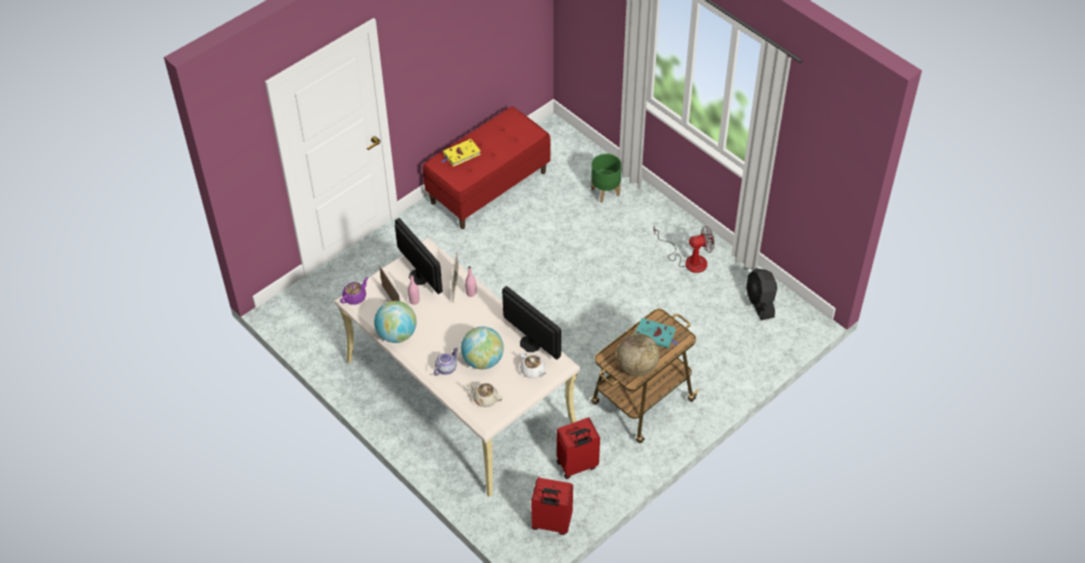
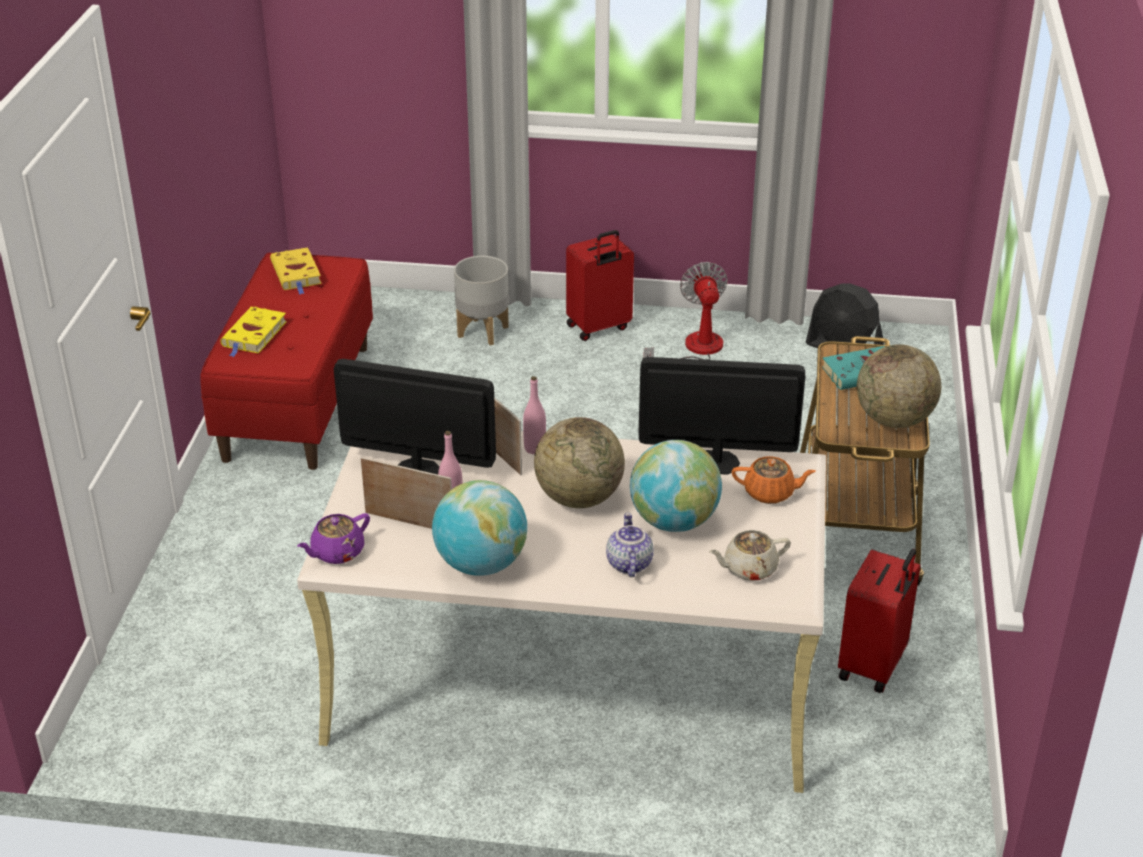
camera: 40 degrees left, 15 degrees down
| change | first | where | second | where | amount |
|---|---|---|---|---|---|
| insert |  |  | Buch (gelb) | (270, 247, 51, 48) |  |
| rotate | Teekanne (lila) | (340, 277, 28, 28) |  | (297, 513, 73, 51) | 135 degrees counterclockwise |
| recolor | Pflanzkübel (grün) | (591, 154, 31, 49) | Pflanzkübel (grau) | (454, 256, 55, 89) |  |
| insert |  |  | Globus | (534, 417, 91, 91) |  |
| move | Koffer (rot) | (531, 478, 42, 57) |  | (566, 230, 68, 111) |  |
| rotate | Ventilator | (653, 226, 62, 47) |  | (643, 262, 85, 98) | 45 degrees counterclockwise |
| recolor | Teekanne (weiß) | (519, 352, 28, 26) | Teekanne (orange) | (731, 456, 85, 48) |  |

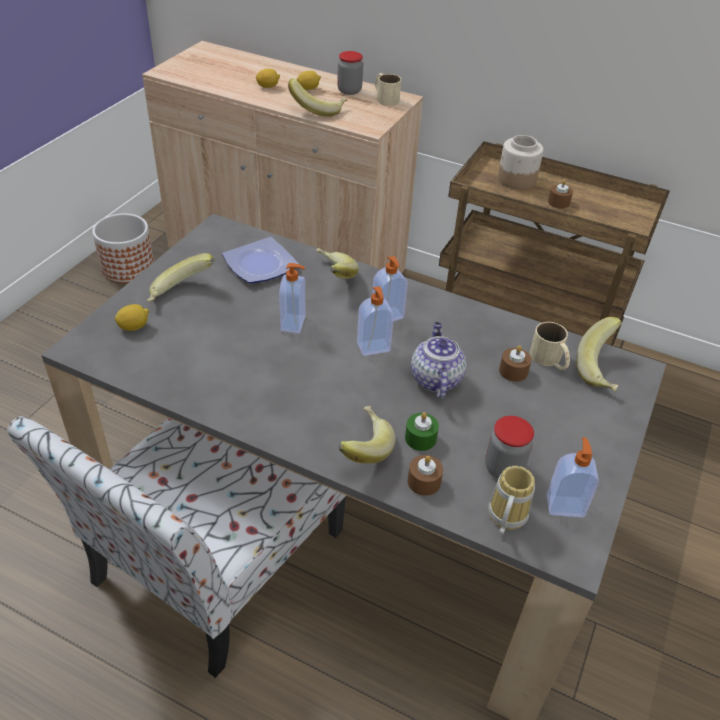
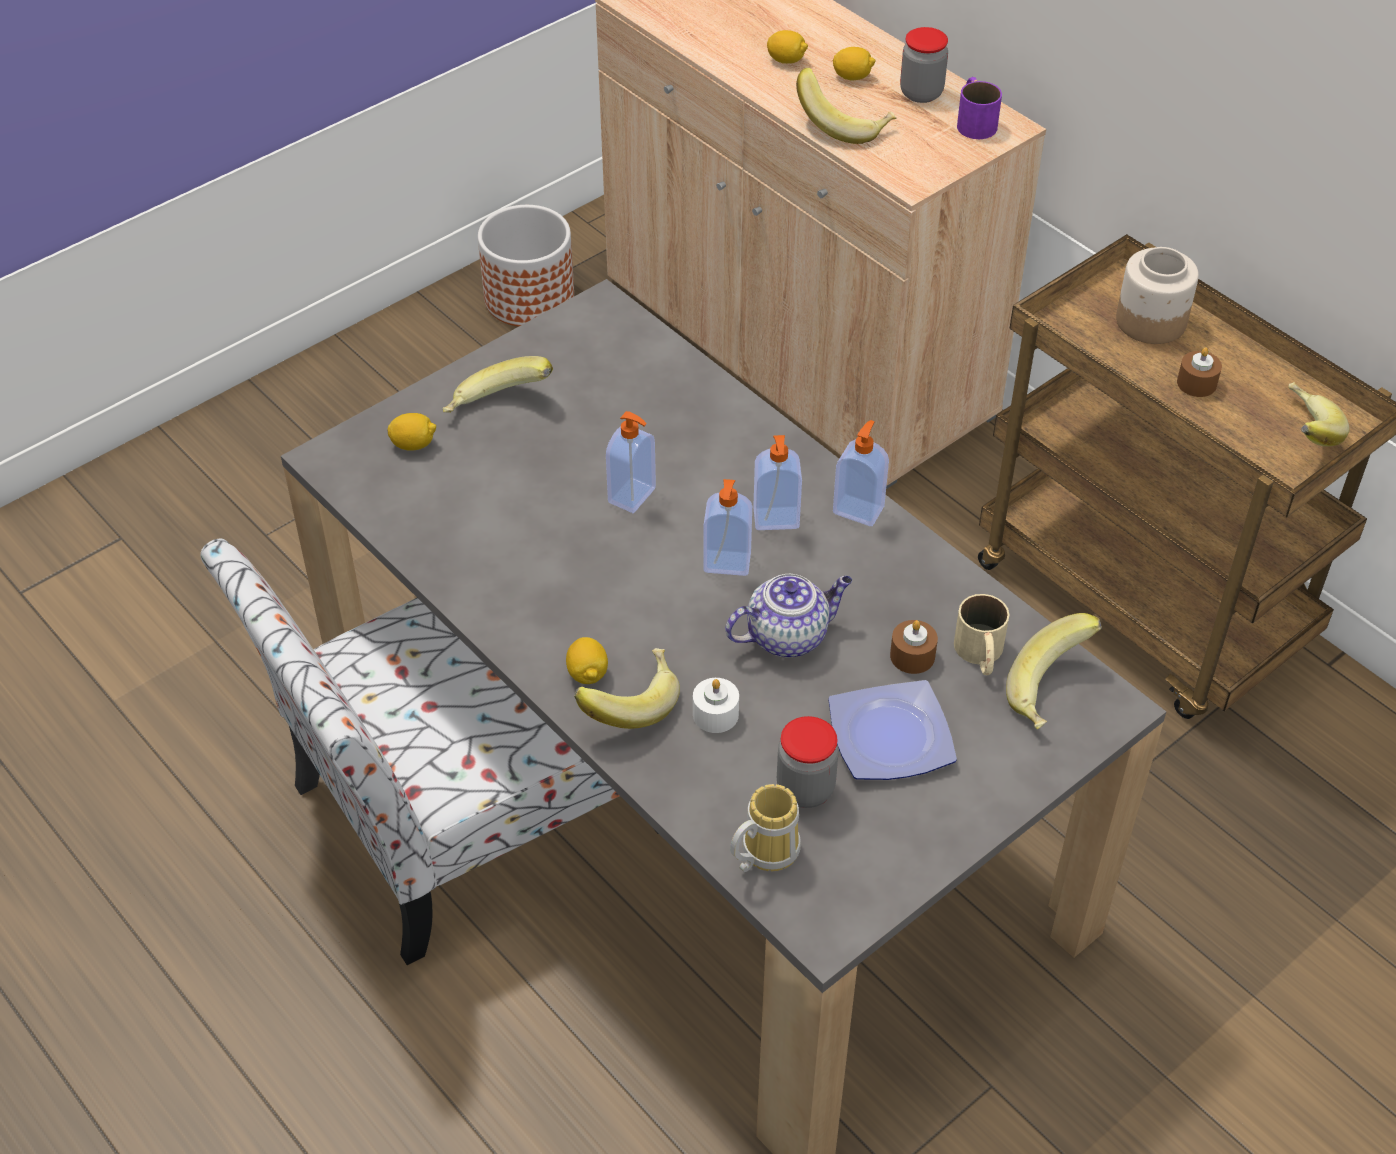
camera: 25 degrees right, 5 degrees up
| change | first | where | second | where | amount |
|---|---|---|---|---|---|
| insert |  |  | Zitrone | (566, 637, 42, 47) |  |
| recolor | Kerze (grün) | (405, 412, 34, 39) | Kerze (weiß) | (693, 678, 46, 55) |  |
| rotate | Teekanne | (411, 322, 56, 76) |  | (725, 574, 127, 83) | 45 degrees clockwise |
| move | Teller | (222, 237, 77, 47) |  | (828, 680, 129, 100) |  |
| move | Seifenspender | (547, 437, 52, 80) |  | (833, 420, 56, 106) |  |
| recolor | Henkelbecher (beige) | (375, 73, 26, 33) | Henkelbecher (lila) | (957, 77, 45, 62) |  |
| move | Banane | (316, 248, 43, 31) |  | (1288, 382, 62, 65) |  |
| delete | Kerze (braun) | (408, 455, 35, 41) |  |  |  |

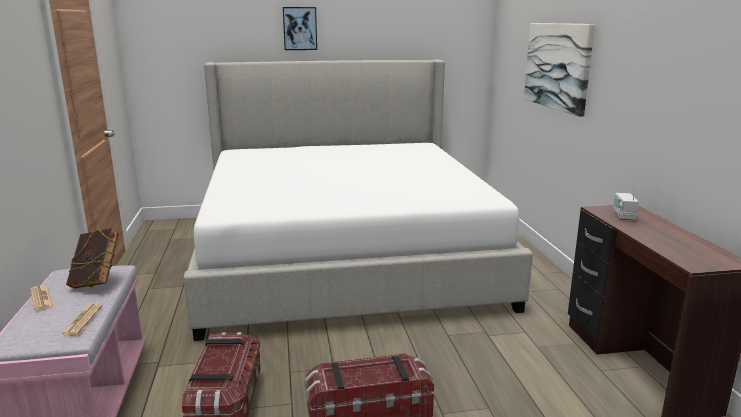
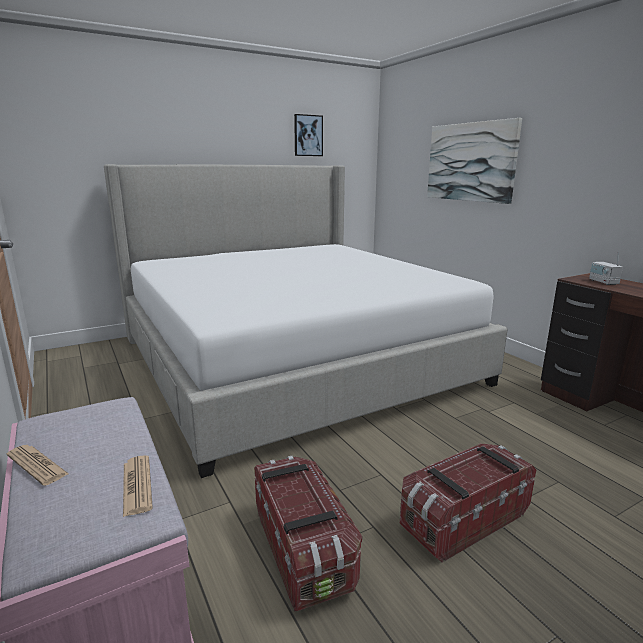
camera: 20 degrees left, 0 degrees up
| change | first | where | second | where | amount |
|---|---|---|---|---|---|
| move | Bild | (283, 7, 34, 43) |  | (294, 114, 29, 42) |  |
| delete | Buch | (66, 228, 53, 60) |  |  |  |

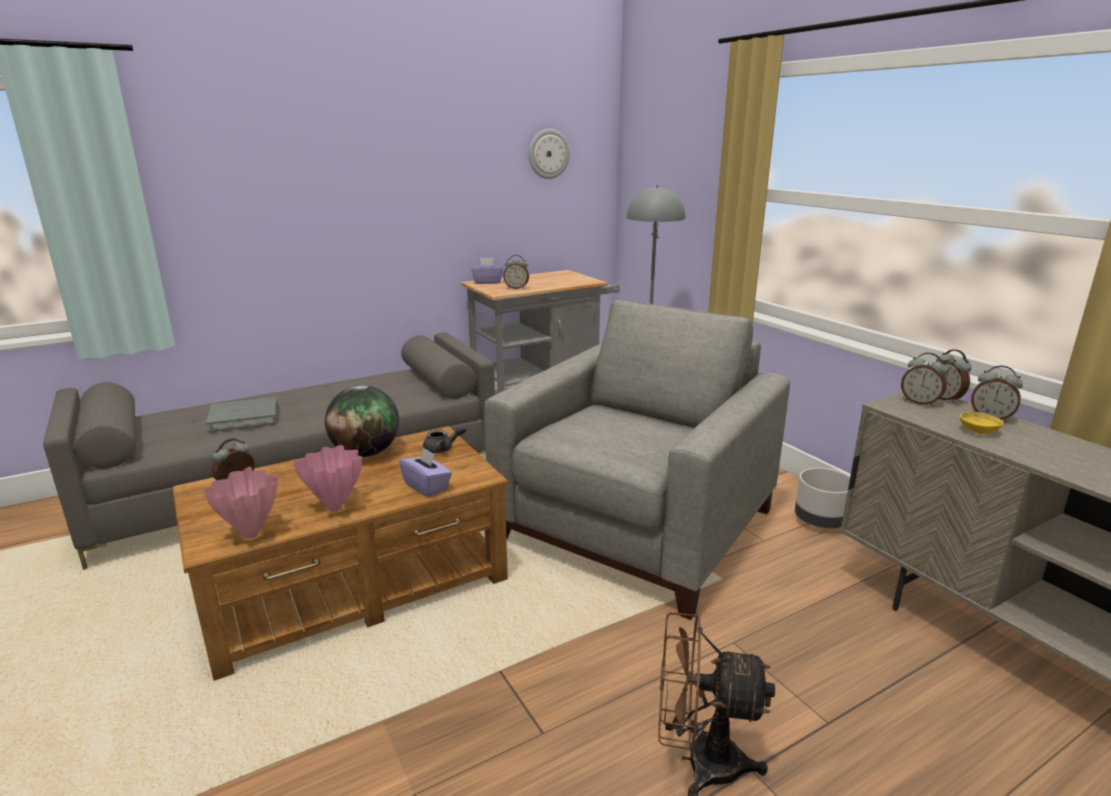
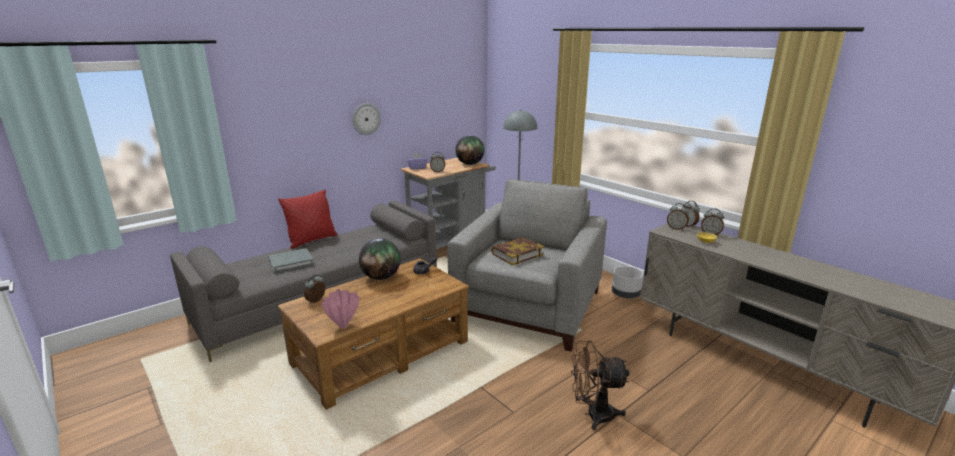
camera: 10 degrees left, 0 degrees up
| change | first | where | second | where | amount |
|---|---|---|---|---|---|
| insert |  |  | Kissen (rot) | (278, 189, 60, 60) |  |
| move | Wanduhr | (529, 129, 41, 50) |  | (352, 103, 29, 32) |  |
| insert |  |  | Globus | (455, 135, 29, 30) |  |
| insert |  |  | Buch | (491, 237, 53, 28) |  |
| delete | Vase (rosa) | (293, 445, 69, 67) |  |  |  |
| delete | Taschentuchbox (lila) | (399, 447, 53, 50) |  |  |  |

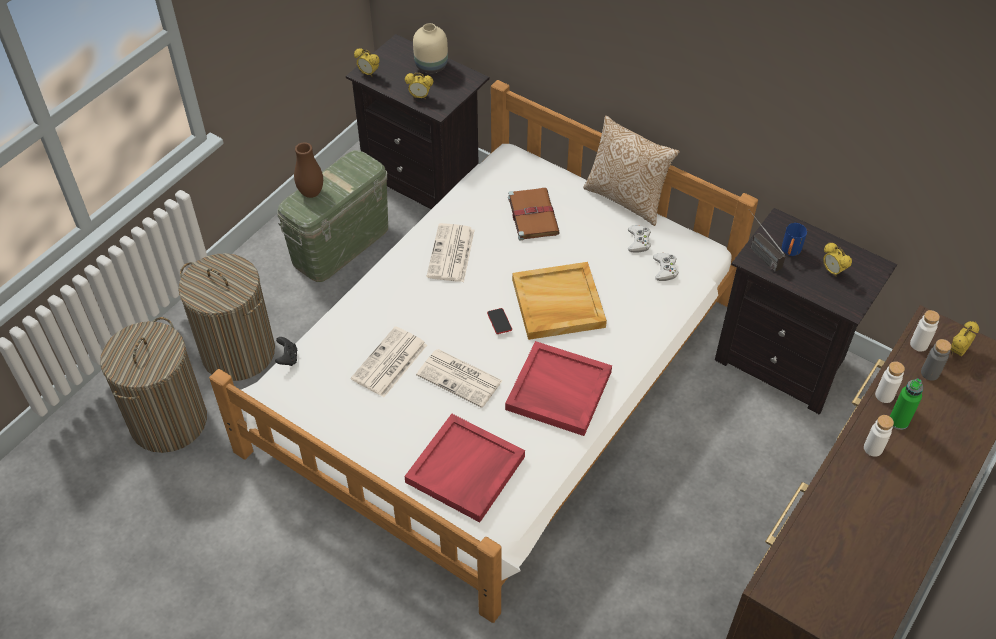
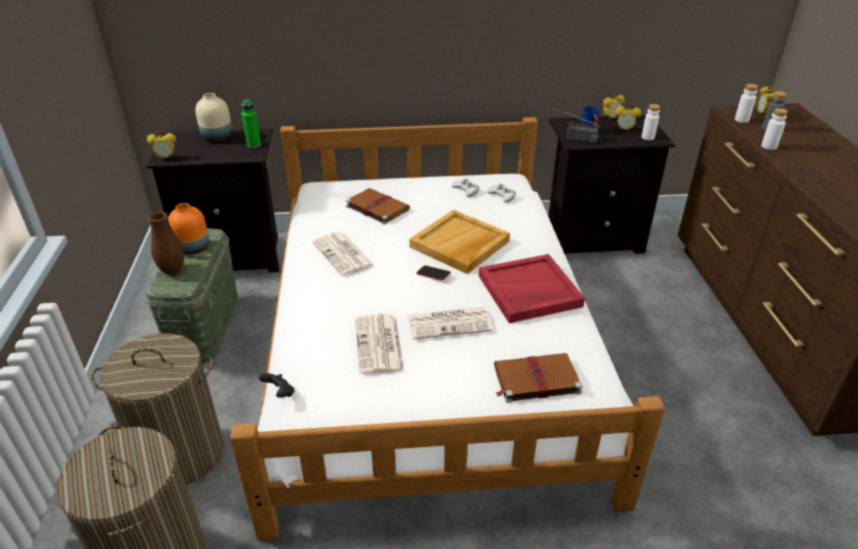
camera: 40 degrees left, 15 degrees down
| change | first | where | second | where | amount |
|---|---|---|---|---|---|
| insert |  |  | Vase (orange) | (168, 203, 41, 52) |  |
| move | Flasche (grün) | (890, 379, 33, 51) |  | (242, 99, 19, 49) |  |
| replace | Tablett (rot) | (404, 414, 121, 109) | Buch (braun) | (494, 353, 88, 50) |  |
| move | Wecker | (405, 73, 28, 26) |  | (603, 93, 22, 27) |  |
| move | Flasche (weiß) | (864, 415, 30, 42) |  | (642, 104, 18, 36) |  |
| delete | Kissen | (583, 116, 97, 110) |  |  |  |

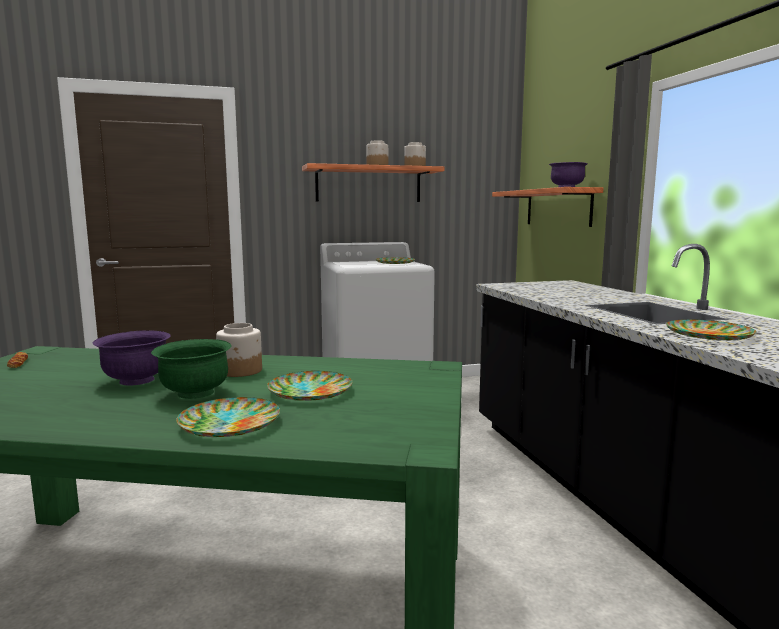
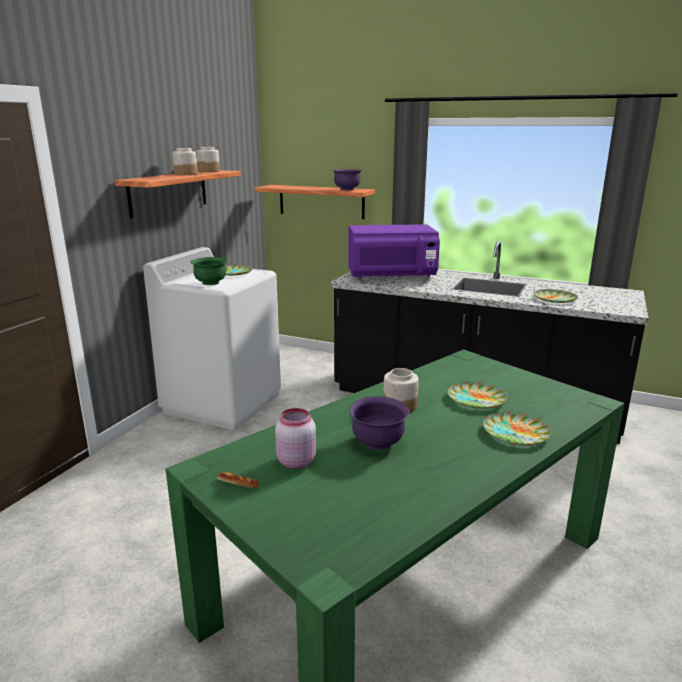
camera: 50 degrees left, 10 degrees up
| change | first | where | second | where | amount |
|---|---|---|---|---|---|
| move | Schüssel (grün) | (151, 339, 80, 60) |  | (191, 257, 37, 28) |  |
| insert |  |  | Vorratsglas (rosa) | (275, 408, 41, 61) |  |
| insert |  |  | Mikrowelle (lila) | (348, 225, 92, 54) |  |

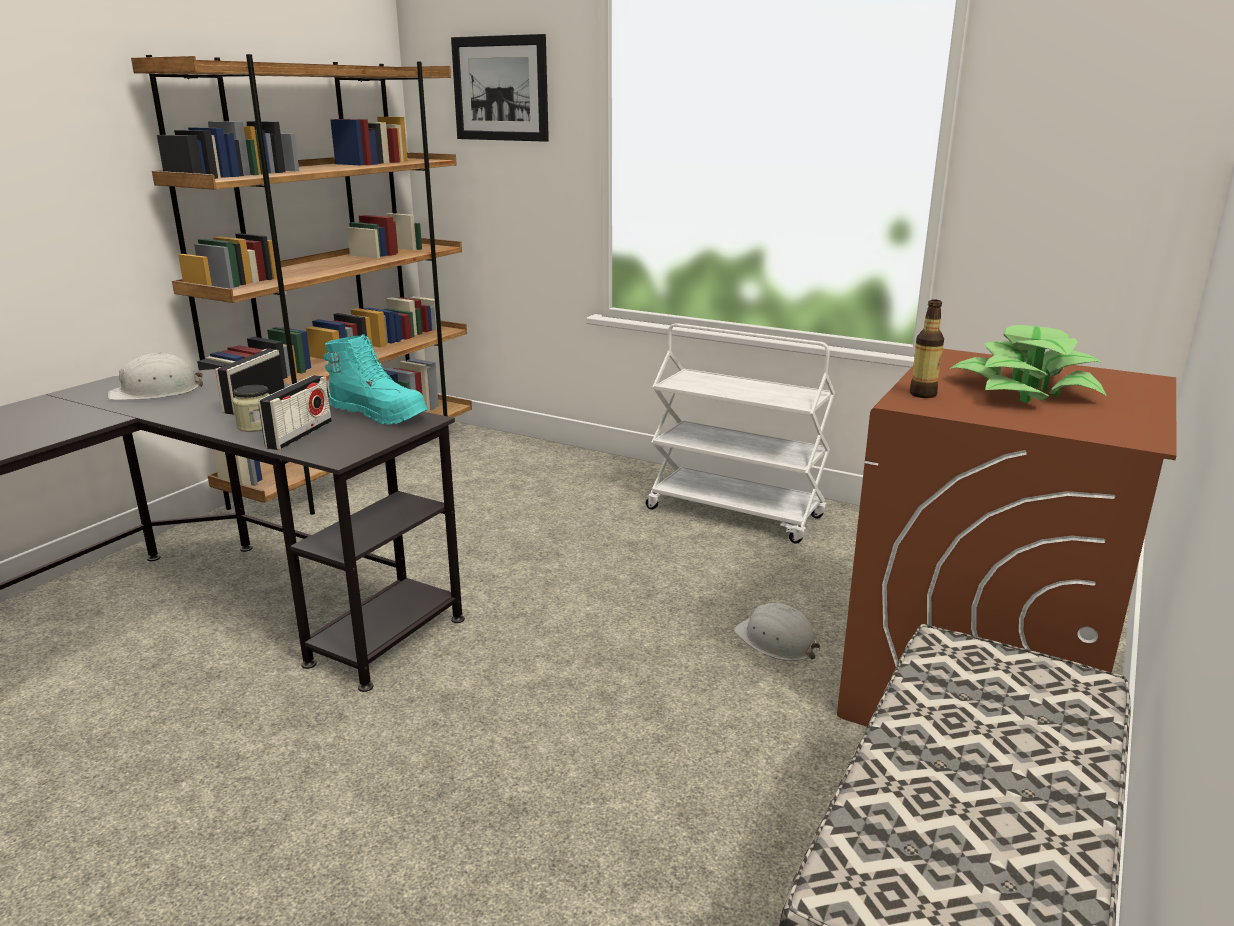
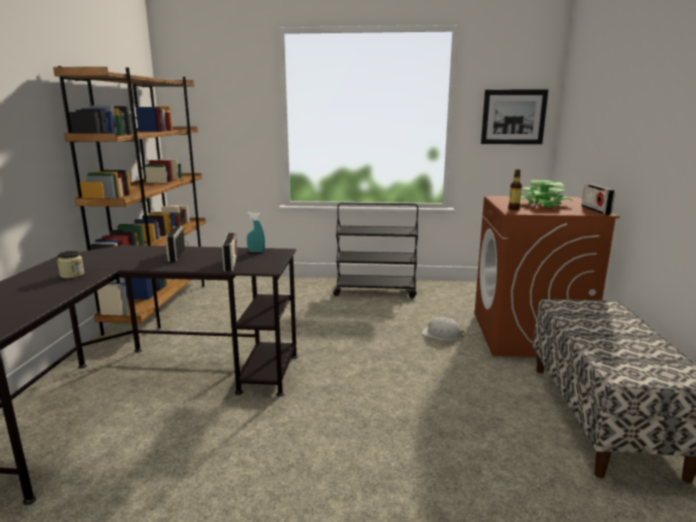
camera: 25 degrees left, 5 degrees down
| change | first | where | second | where | amount |
|---|---|---|---|---|---|
| move | Vorratsglas | (232, 385, 38, 47) |  | (57, 251, 27, 27) |  |
| replace | Stiefel (türkis) | (323, 334, 105, 91) | Sprühflasche (türkis) | (247, 212, 18, 40) |  |
| recolor | Rollwagen (weiß) | (646, 323, 189, 221) | Rollwagen (schwarz) | (334, 203, 84, 95) |  |
| move | Bild | (451, 34, 98, 108) |  | (481, 89, 67, 55) |  |
| insert |  |  | Radio | (582, 184, 33, 31) |  |
| delete | Schutzhelm (weiß) | (108, 352, 95, 48) |  |  |  |

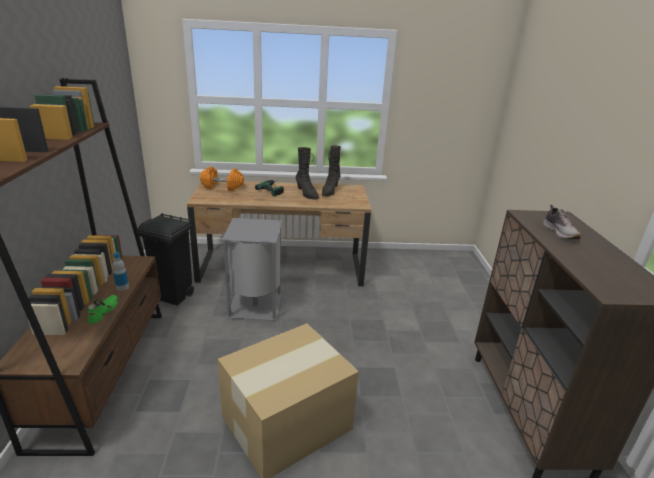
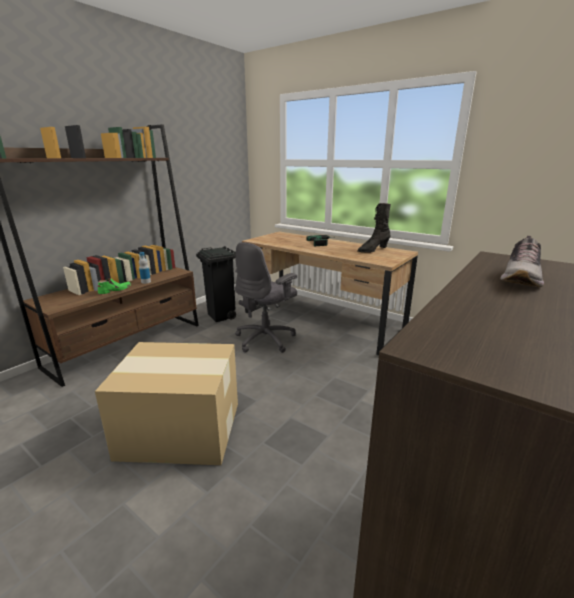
camera: 40 degrees right, 5 degrees down
| change | first | where | second | where | amount |
|---|---|---|---|---|---|
| replace | Mülleimer (grau) | (222, 218, 60, 103) | Bürostuhl (grau) | (235, 242, 62, 111) |  |
| delete | Hantel (orange) | (200, 166, 44, 25) |  |  |  |
| delete | Stiefel (schwarz) | (296, 147, 23, 53) |  |  |  |

